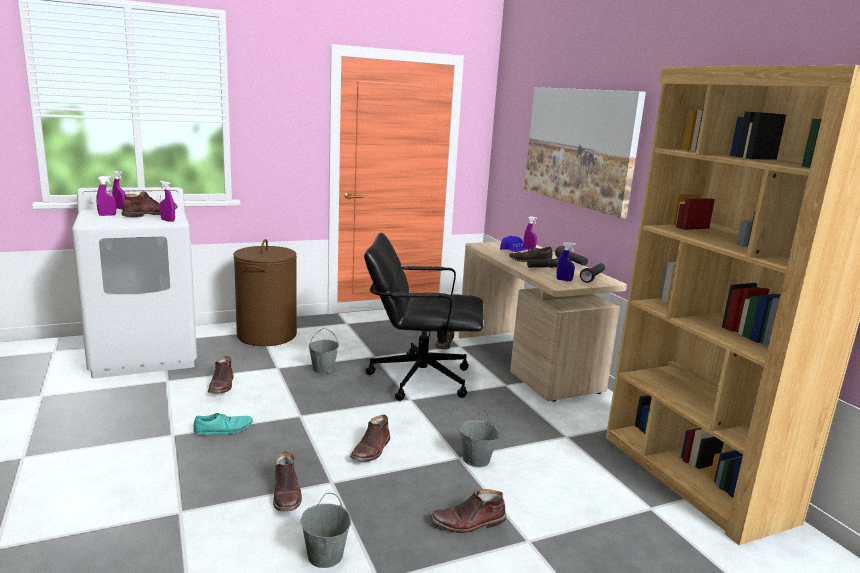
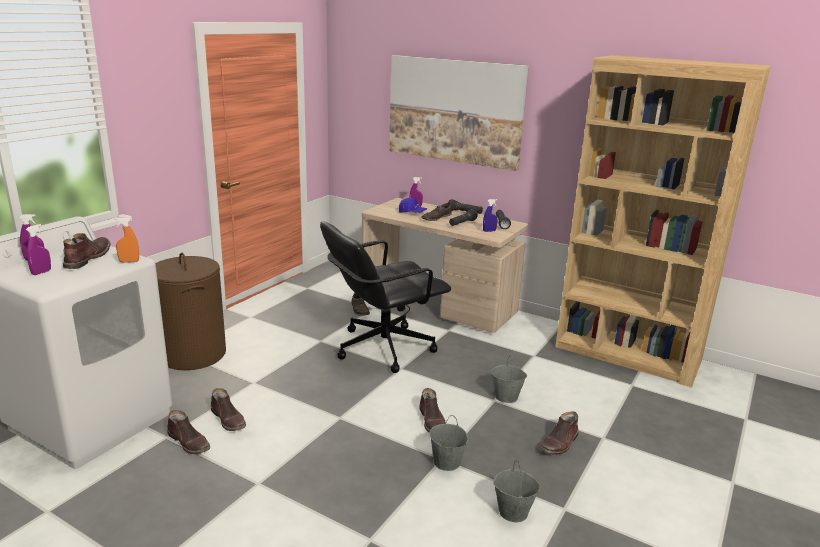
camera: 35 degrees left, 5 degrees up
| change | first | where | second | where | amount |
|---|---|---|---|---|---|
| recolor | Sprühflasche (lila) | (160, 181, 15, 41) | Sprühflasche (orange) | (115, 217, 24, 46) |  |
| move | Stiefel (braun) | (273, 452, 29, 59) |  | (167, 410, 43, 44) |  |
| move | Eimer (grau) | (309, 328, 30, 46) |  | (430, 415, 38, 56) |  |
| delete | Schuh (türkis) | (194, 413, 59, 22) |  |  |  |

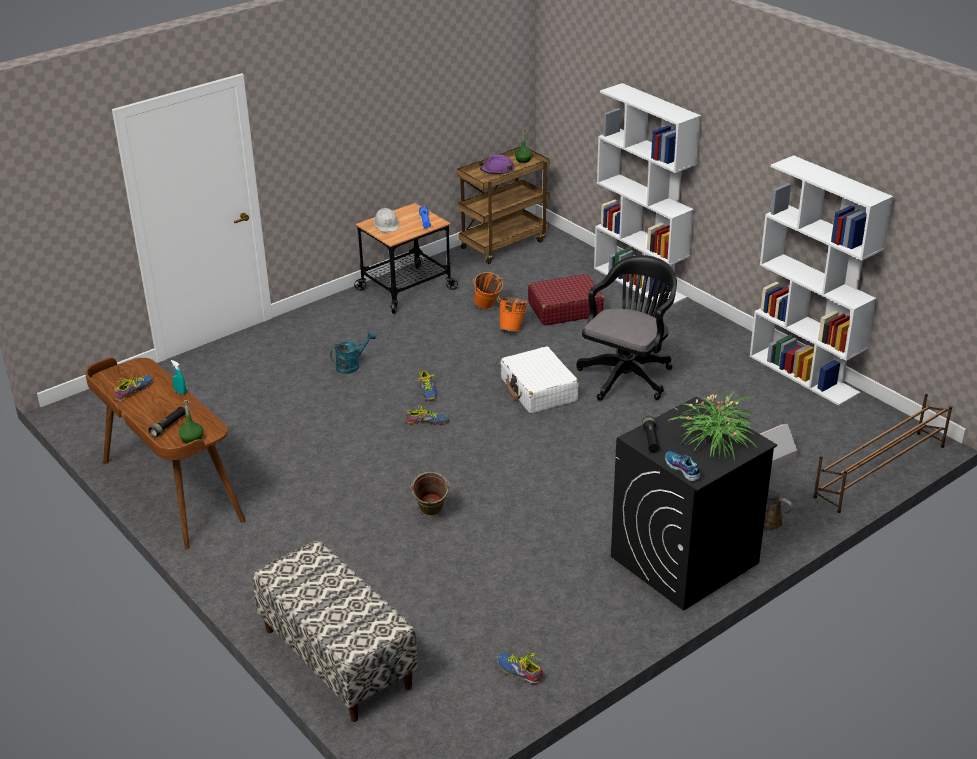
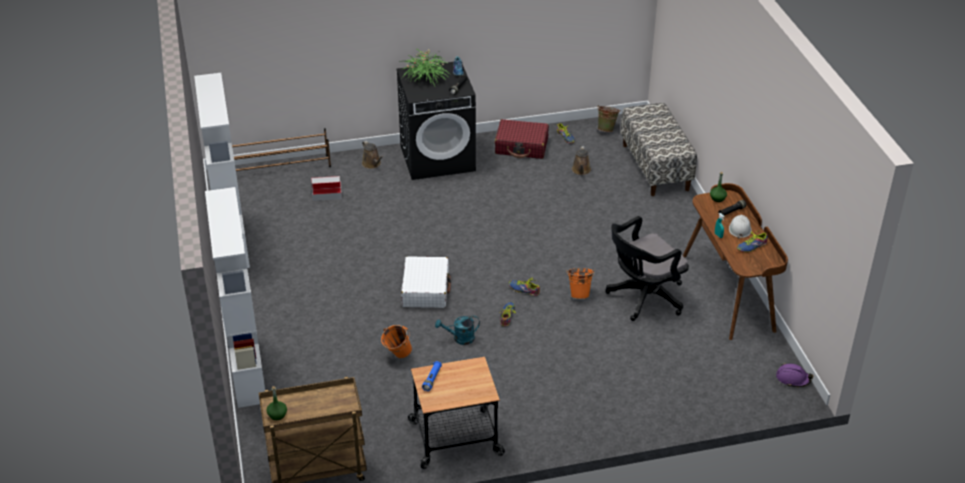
camera: 155 degrees left, 5 degrees up
| change | first | where | second | where | amount |
|---|---|---|---|---|---|
| move | Gießkanne (türkis) | (330, 331, 46, 43) |  | (435, 316, 45, 29) |  |
| move | Koffer (rot) | (528, 274, 76, 52) |  | (495, 119, 54, 40) |  |
| move | Eimer (orange) | (473, 272, 30, 37) |  | (567, 268, 28, 31) |  |
| insert |  |  | Gießkanne (braun) | (572, 146, 19, 29) |  |
| move | Eimer (grün) | (411, 472, 39, 44) |  | (597, 105, 24, 27) |  |
| move | Bürostuhl (schwarz) | (576, 255, 101, 145) |  | (605, 216, 84, 105) |  |
| move | Schutzhelm (weiß) | (374, 208, 25, 24) |  | (729, 215, 23, 24) |  |
| move | Schutzhelm (lila) | (479, 154, 35, 21) |  | (776, 363, 38, 24) |  |

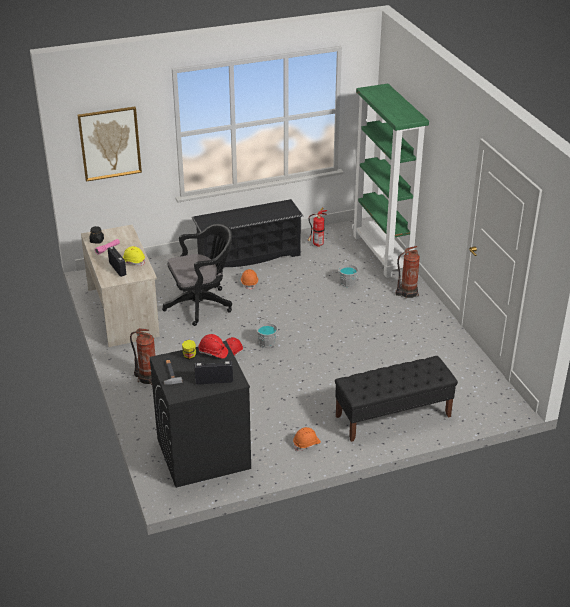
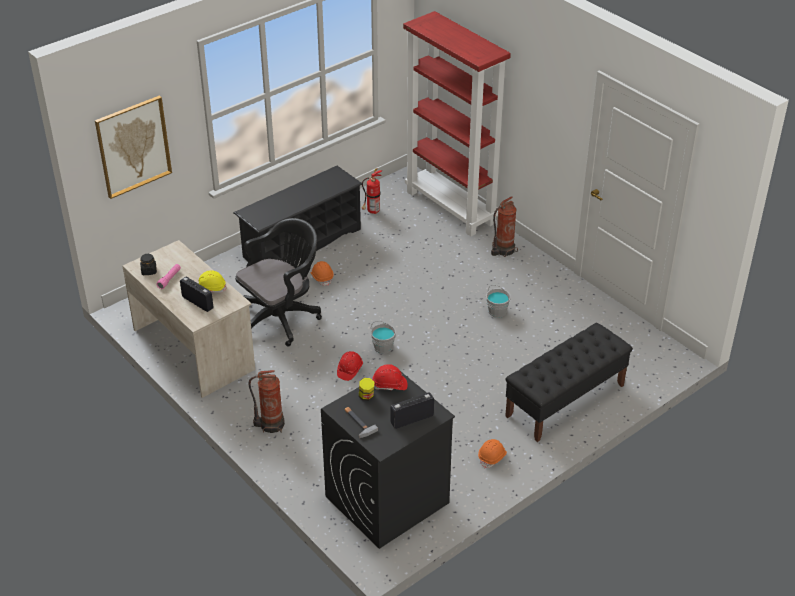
camera: 20 degrees left, 5 degrees up
| change | first | where | second | where | amount |
|---|---|---|---|---|---|
| recolor | Bücherregal (grün) | (352, 84, 77, 194) | Bücherregal (rot) | (403, 11, 108, 225) |  |
| move | Eimer (grau) | (338, 259, 21, 28) |  | (486, 285, 25, 33) |  |

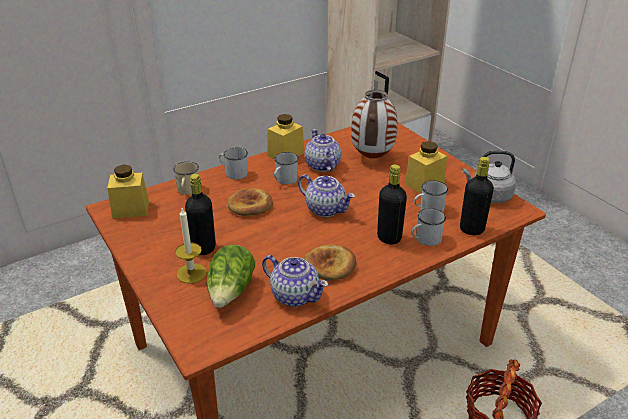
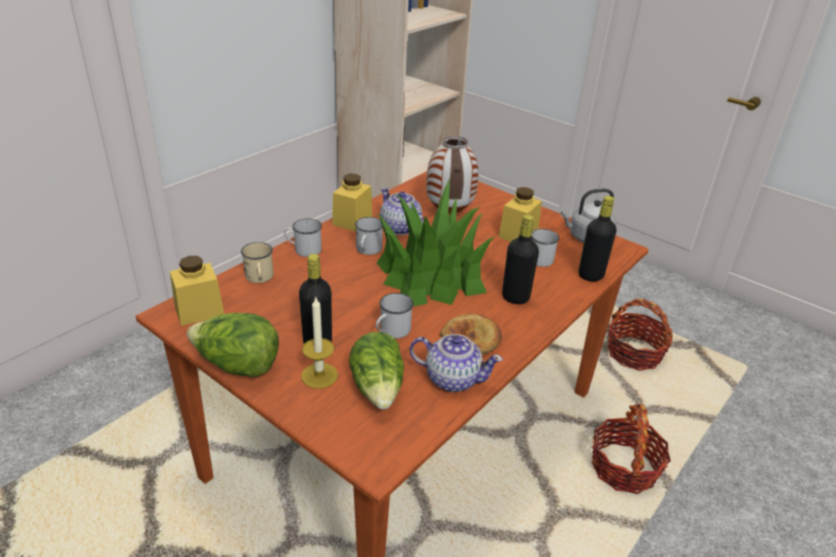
camera: 20 degrees left, 0 degrees up
| change | first | where | second | where | amount |
|---|---|---|---|---|---|
| insert |  |  | Salatkopf | (187, 313, 92, 64) |  |
| move | Henkelbecher (weiß) | (411, 208, 35, 38) |  | (376, 293, 38, 45) |  |
| replace | Teekanne | (298, 174, 57, 43) | Topfpflanze | (377, 180, 117, 126) |  |
| insert |  |  | Korb | (608, 299, 65, 72) |  |
| delete | Brot | (228, 188, 45, 28) |  |  |  |

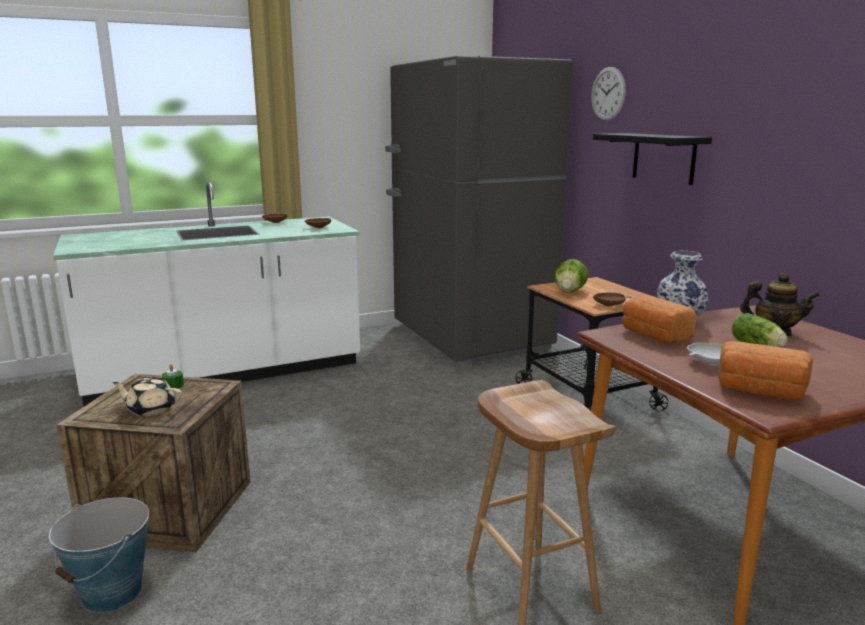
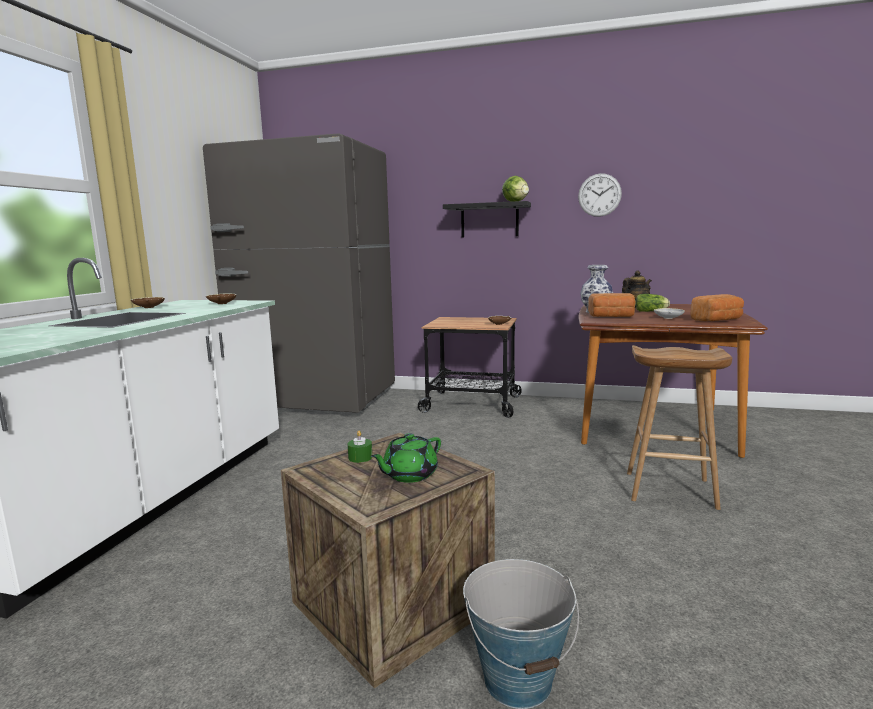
camera: 50 degrees left, 5 degrees down
| change | first | where | second | where | amount |
|---|---|---|---|---|---|
| recolor | Teekanne (beige) | (112, 376, 70, 40) | Teekanne (grün) | (371, 433, 70, 50) |  |
| move | Salatkopf | (554, 259, 34, 34) |  | (502, 176, 27, 26) |  |
| move | Wanduhr | (591, 67, 35, 54) |  | (578, 173, 44, 44) |  |

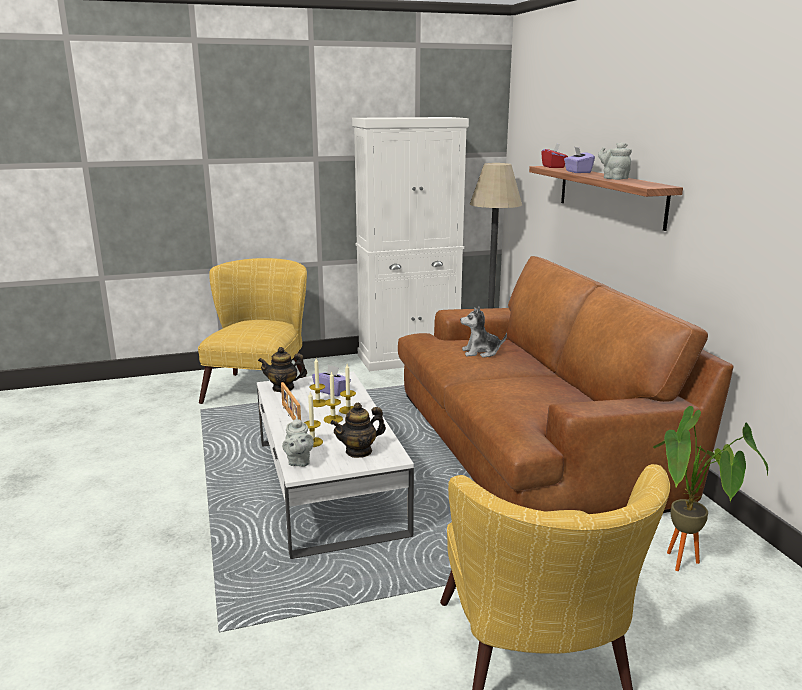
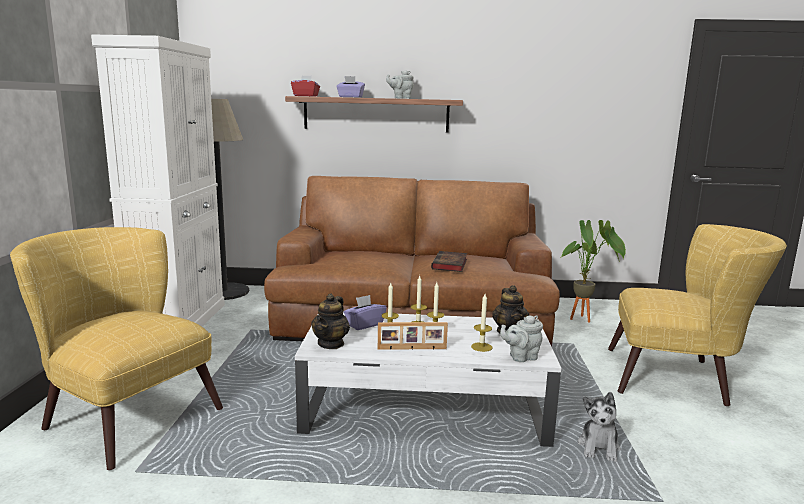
camera: 70 degrees left, 5 degrees down
| change | first | where | second | where | amount |
|---|---|---|---|---|---|
| insert |  |  | Buch | (431, 251, 36, 21) |  |
| rotate | Teekanne (grau) | (282, 417, 32, 50) |  | (500, 316, 43, 46) | 150 degrees clockwise |
| move | Plüschtier | (460, 306, 47, 52) |  | (578, 392, 43, 70) |  |

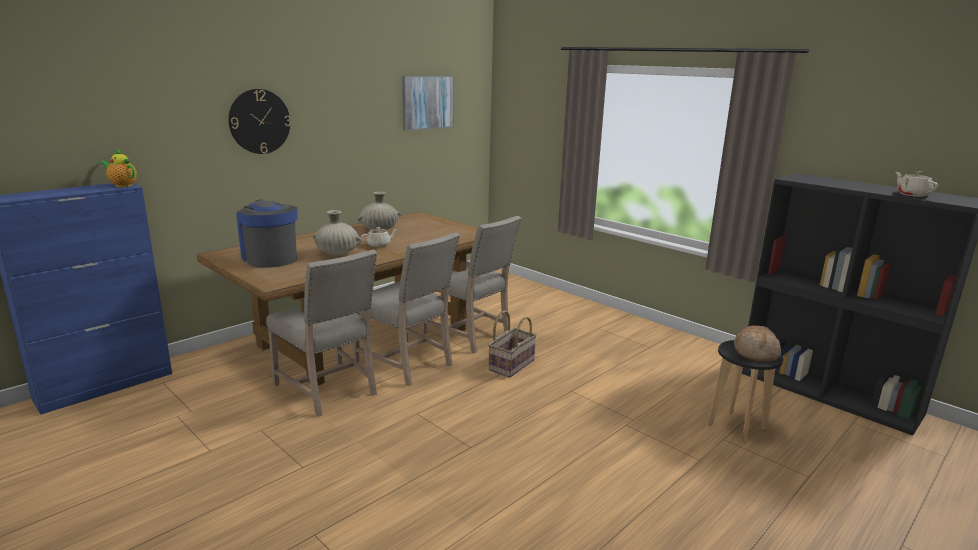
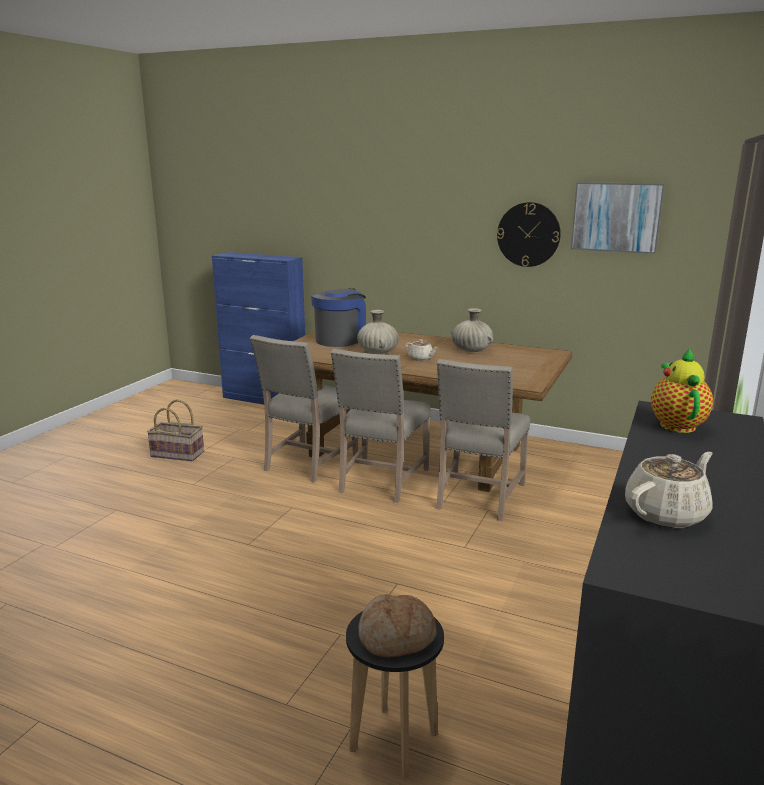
camera: 70 degrees right, 0 degrees up
| change | first | where | second | where | amount |
|---|---|---|---|---|---|
| move | Korb | (488, 310, 49, 68) |  | (147, 399, 57, 62) |  |
| move | Wanduhr | (228, 89, 63, 65) |  | (497, 202, 64, 65) |  |
| move | Teekanne | (100, 148, 37, 39) |  | (651, 348, 62, 85) |  |

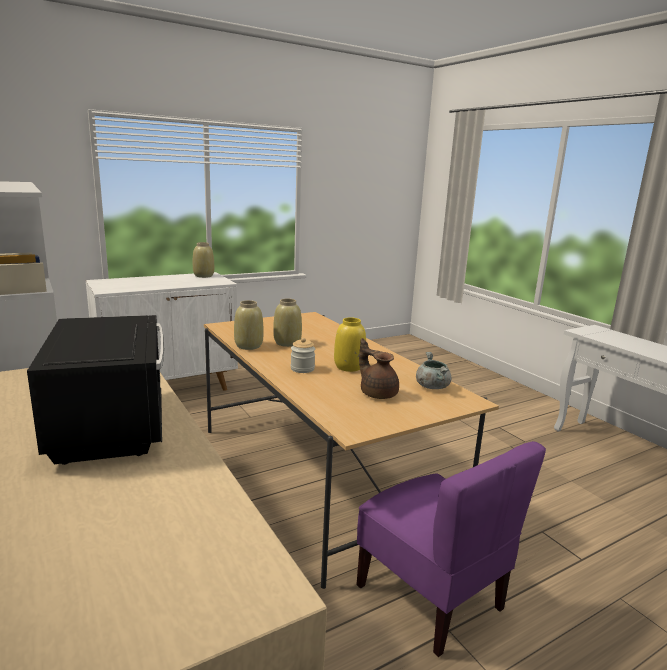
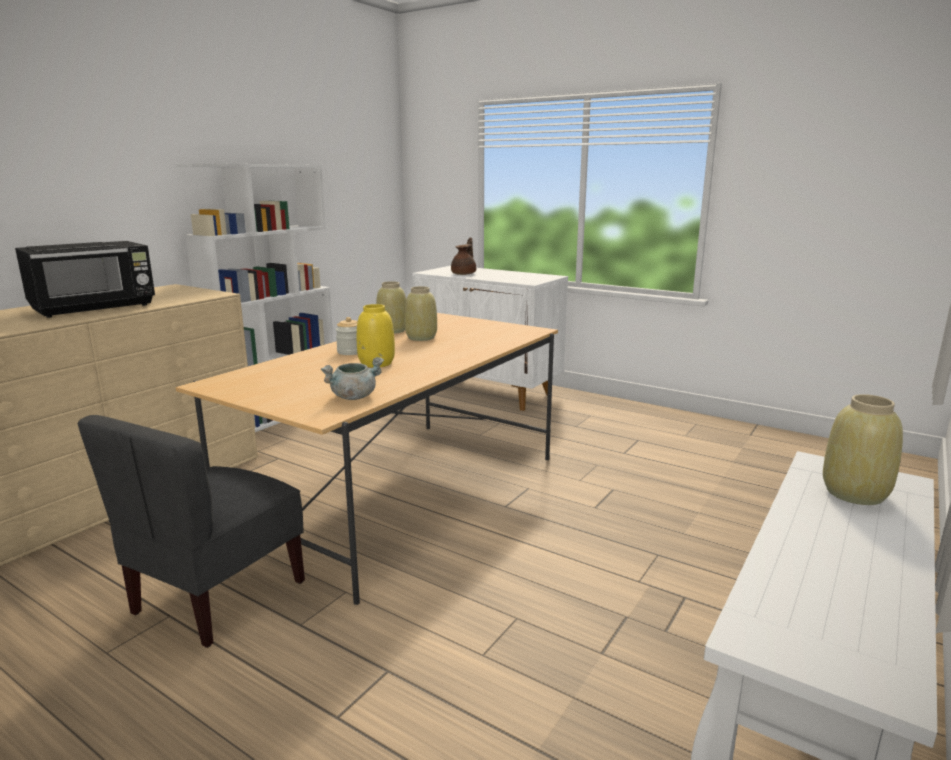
camera: 65 degrees right, 0 degrees up
| change | first | where | second | where | amount |
|---|---|---|---|---|---|
| recolor | Stuhl (lila) | (356, 441, 190, 216) | Stuhl (grau) | (77, 415, 228, 233) |  |
| move | Teekanne (braun) | (359, 338, 40, 61) |  | (451, 238, 25, 37) |  |
| move | Vase (beige) | (193, 242, 21, 36) |  | (823, 394, 80, 111) |  |

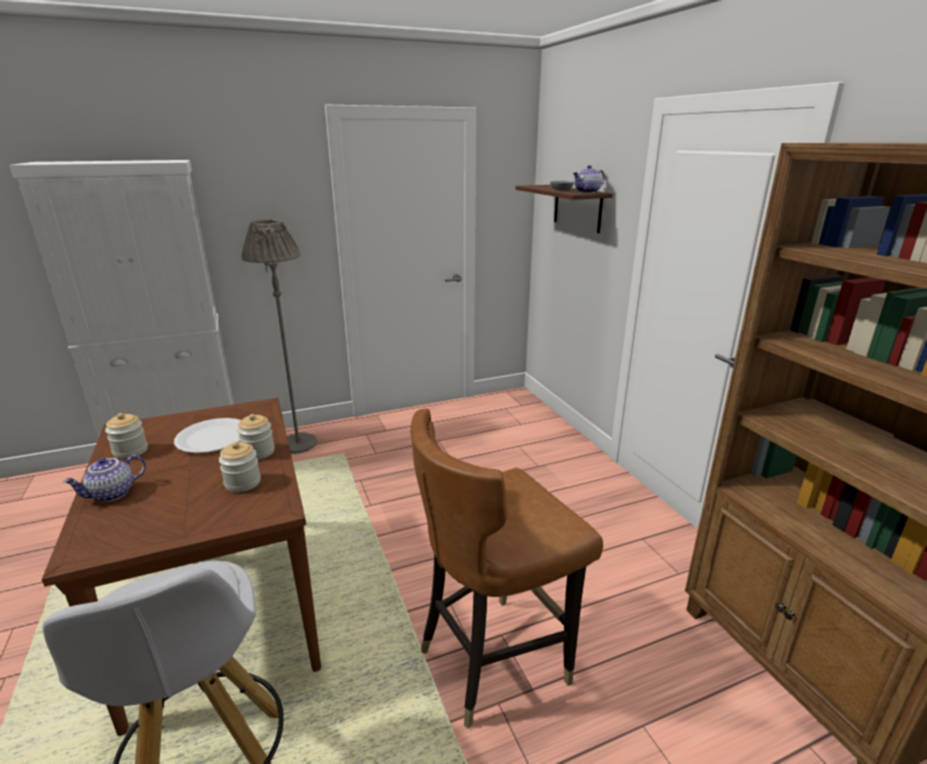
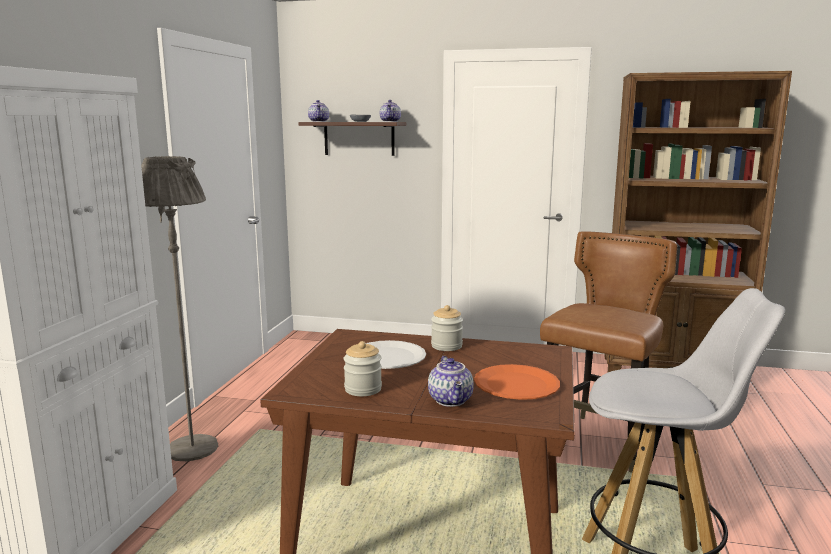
camera: 55 degrees left, 10 degrees down
| change | first | where | second | where | amount |
|---|---|---|---|---|---|
| insert |  |  | Teekanne | (308, 100, 21, 22) |  |
| insert |  |  | Teller (orange) | (474, 364, 86, 36) |  |
| rotate | Stuhl (braun) | (411, 409, 192, 320) |  | (540, 232, 137, 241) | 150 degrees counterclockwise |
| delete | Vorratsglas | (219, 442, 42, 50) |  |  |  |

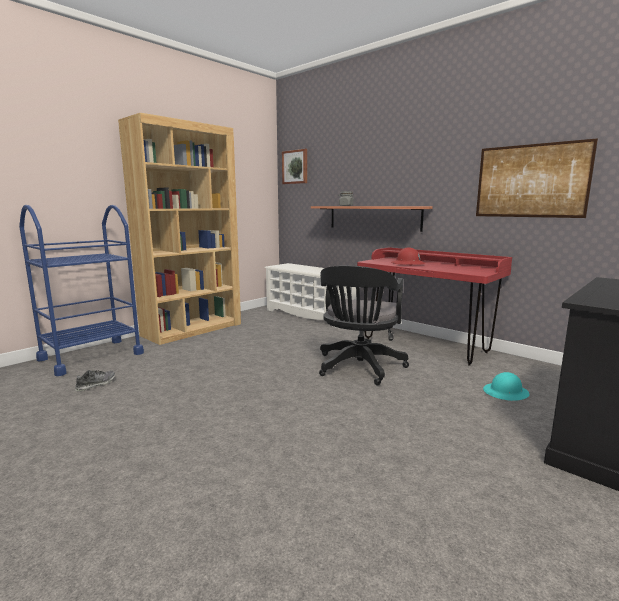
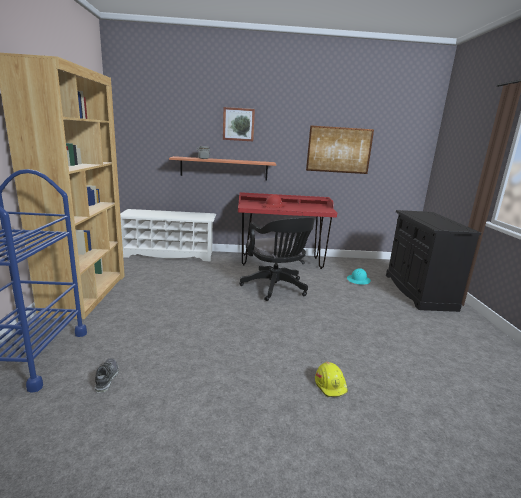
camera: 45 degrees left, 5 degrees up
| change | first | where | second | where | amount |
|---|---|---|---|---|---|
| move | Bild | (282, 149, 25, 35) |  | (223, 107, 32, 34) |  |
| insert |  |  | Schutzhelm (gelb) | (315, 362, 33, 35) |  |

